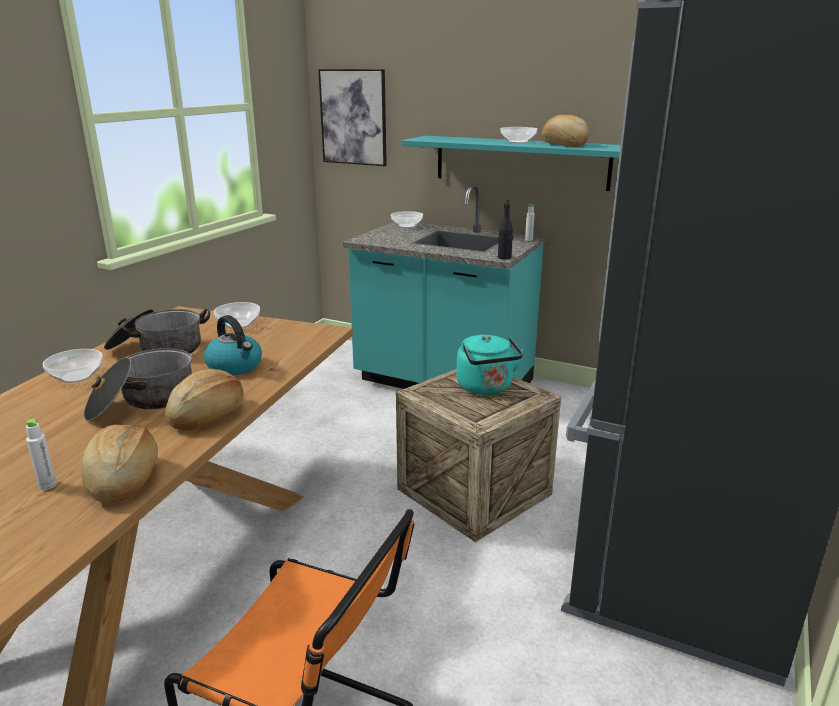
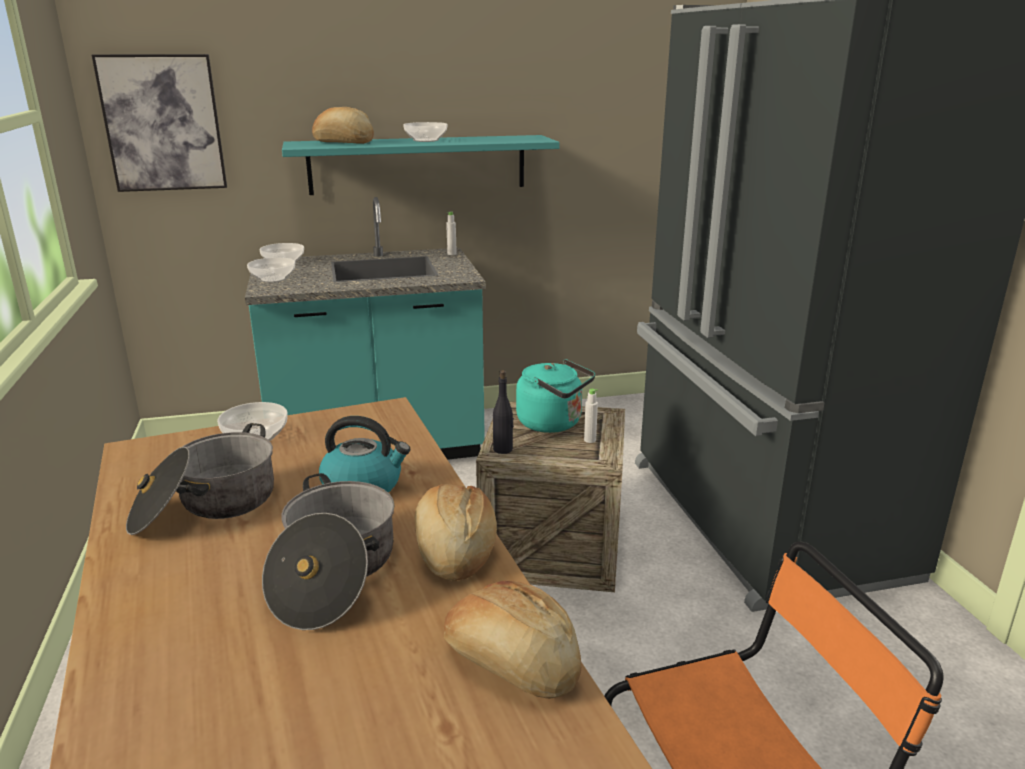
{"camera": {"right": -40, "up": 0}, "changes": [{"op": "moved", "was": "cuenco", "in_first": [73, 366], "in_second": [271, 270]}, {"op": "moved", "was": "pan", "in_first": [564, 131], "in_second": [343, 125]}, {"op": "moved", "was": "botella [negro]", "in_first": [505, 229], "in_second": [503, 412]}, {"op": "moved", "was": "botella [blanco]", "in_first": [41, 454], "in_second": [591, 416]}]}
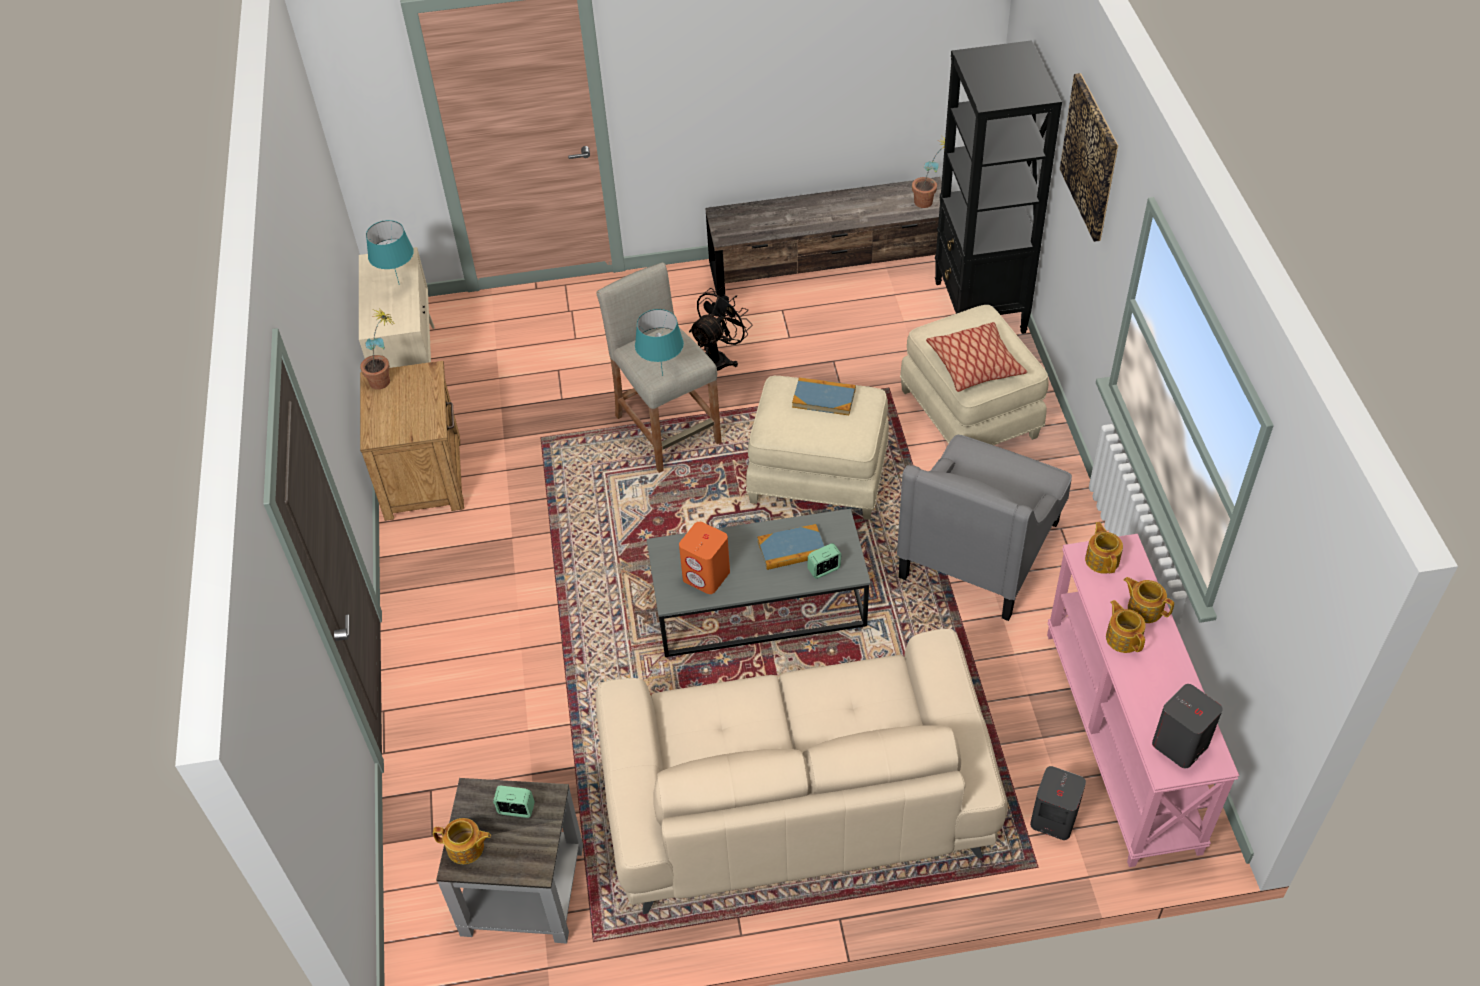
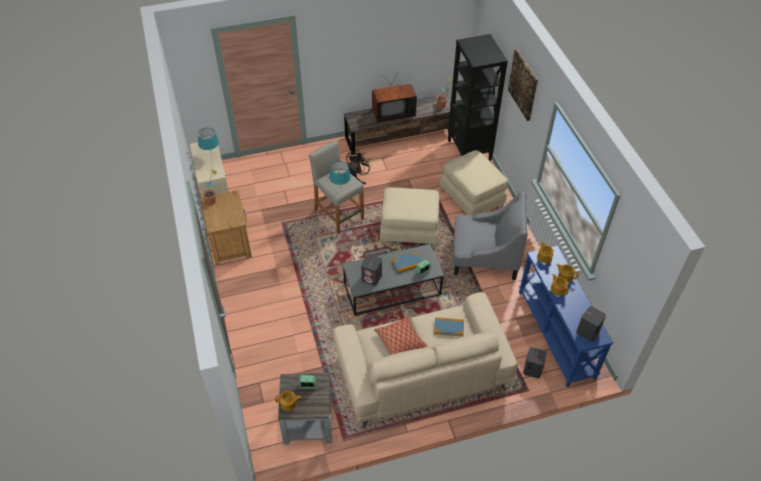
{"camera": {"right": -10, "up": 0}, "changes": [{"op": "recoloured", "was": "altavoz [naranja]", "now": "altavoz [gris]", "in_first": [704, 558], "in_second": [371, 270]}, {"op": "added", "now": "televisor", "in_second": [394, 98]}, {"op": "moved", "was": "cojín", "in_first": [976, 357], "in_second": [400, 335]}, {"op": "moved", "was": "libro", "in_first": [824, 396], "in_second": [449, 326]}, {"op": "turned", "was": "sillón [gris]", "in_first": [984, 528], "in_second": [490, 235], "clockwise": -105}, {"op": "recoloured", "was": "mesa consola [rosa]", "now": "mesa consola [azul]", "in_first": [1143, 700], "in_second": [566, 316]}]}
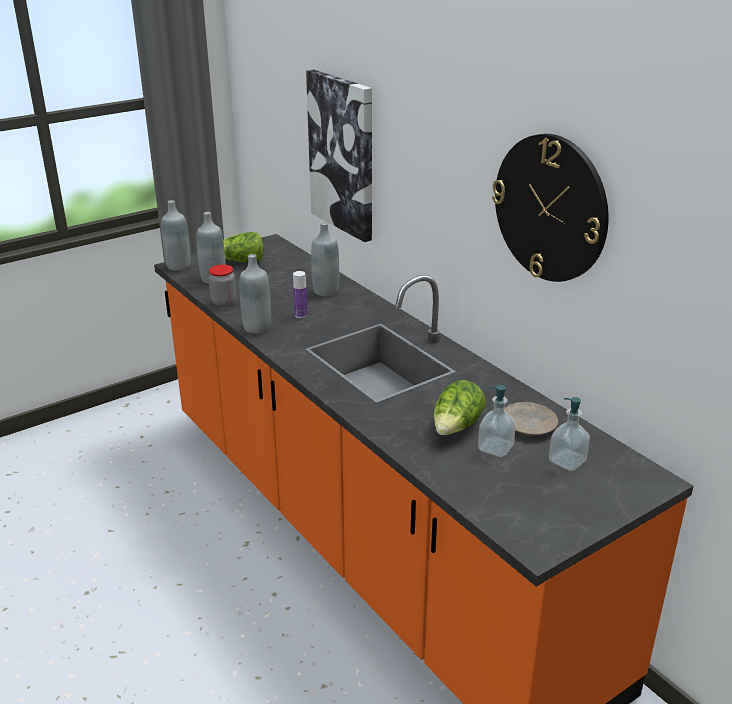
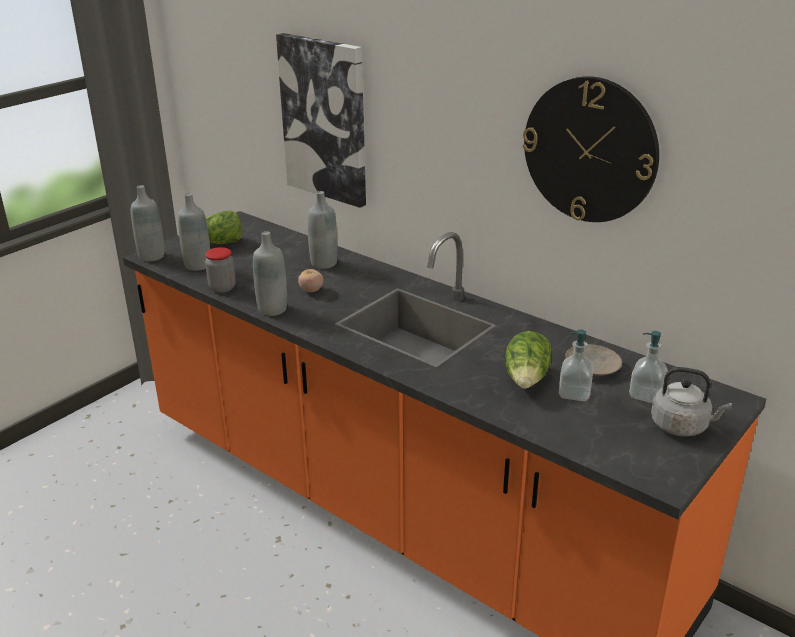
{"camera": {"right": -15, "up": 0}, "changes": [{"op": "replaced", "was": "botella", "now": "tomate", "in_first": [300, 294], "in_second": [311, 280]}, {"op": "added", "now": "hervidor [gris]", "in_second": [691, 402]}]}
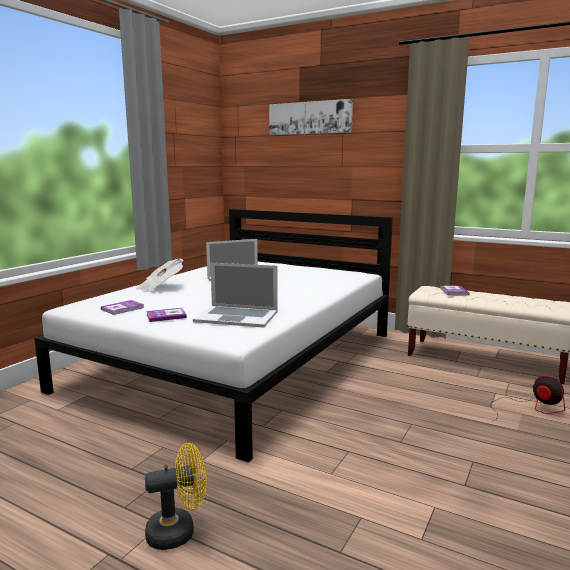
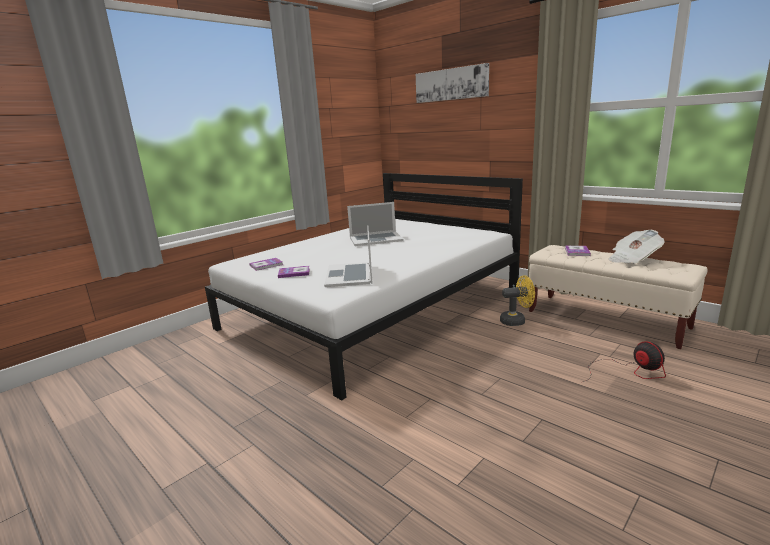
{"camera": {"right": 15, "up": 5}, "changes": [{"op": "turned", "was": "portátil", "in_first": [235, 295], "in_second": [348, 256], "clockwise": 60}, {"op": "moved", "was": "ventilador [amarillo]", "in_first": [176, 496], "in_second": [517, 300]}, {"op": "moved", "was": "periódico", "in_first": [160, 274], "in_second": [636, 247]}]}
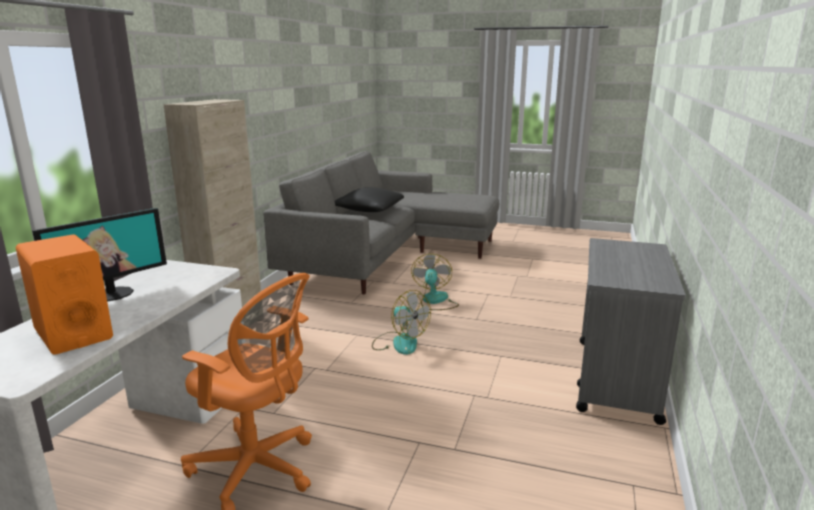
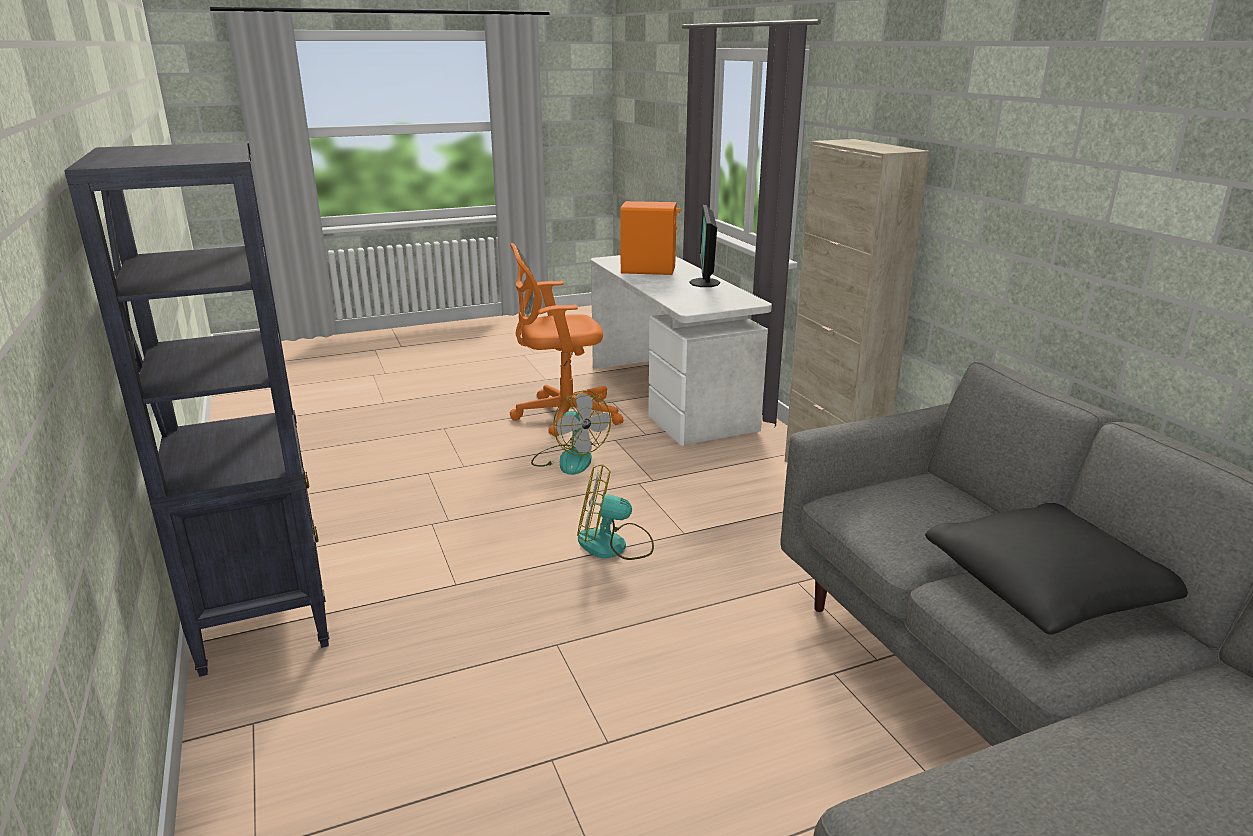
{"camera": {"right": 140, "up": 5}, "changes": [{"op": "replaced", "was": "carrito [gris]", "now": "estantería [negro]", "in_first": [631, 331], "in_second": [196, 409]}, {"op": "moved", "was": "ventilador", "in_first": [435, 282], "in_second": [571, 432]}]}
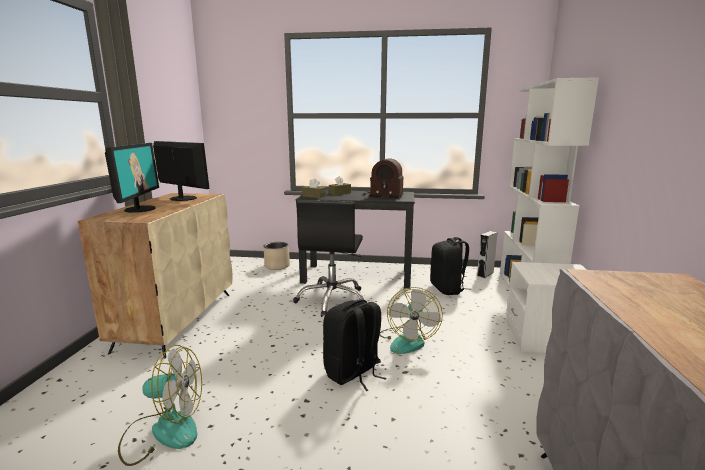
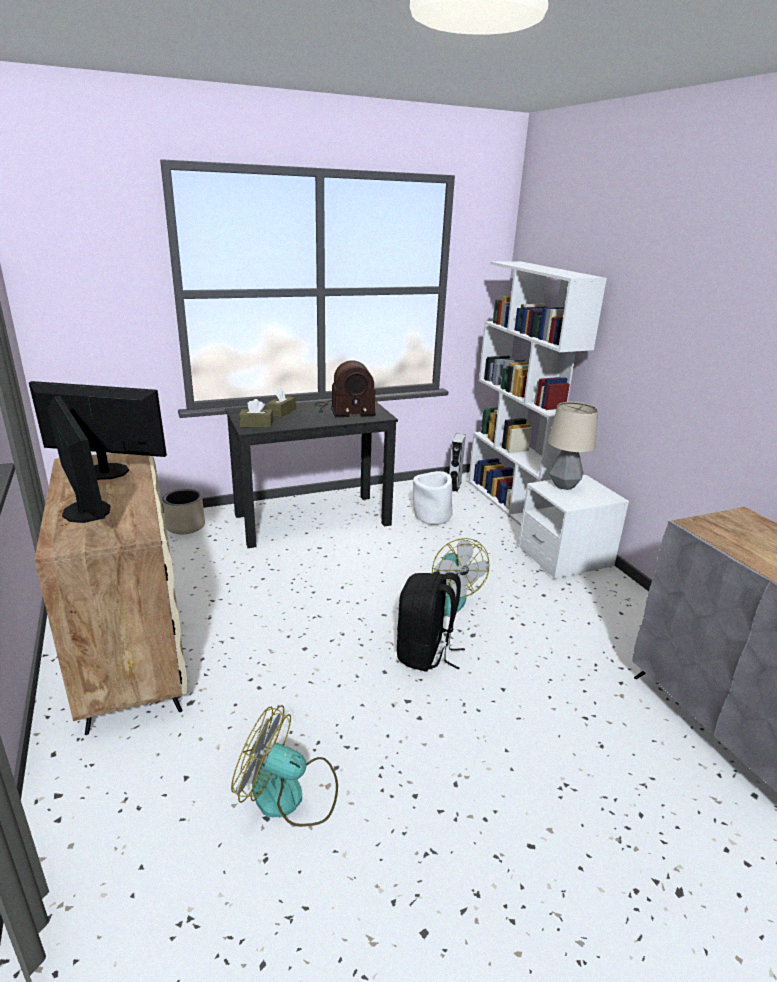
{"camera": {"right": -30, "up": 10}, "changes": [{"op": "turned", "was": "ventilador", "in_first": [160, 405], "in_second": [284, 766], "clockwise": -135}, {"op": "replaced", "was": "mochila [negro]", "now": "maceta [blanco]", "in_first": [451, 266], "in_second": [432, 498]}, {"op": "added", "now": "lámpara de mesa", "in_second": [573, 446]}, {"op": "removed", "was": "silla de oficina [negro]", "in_first": [328, 258]}]}
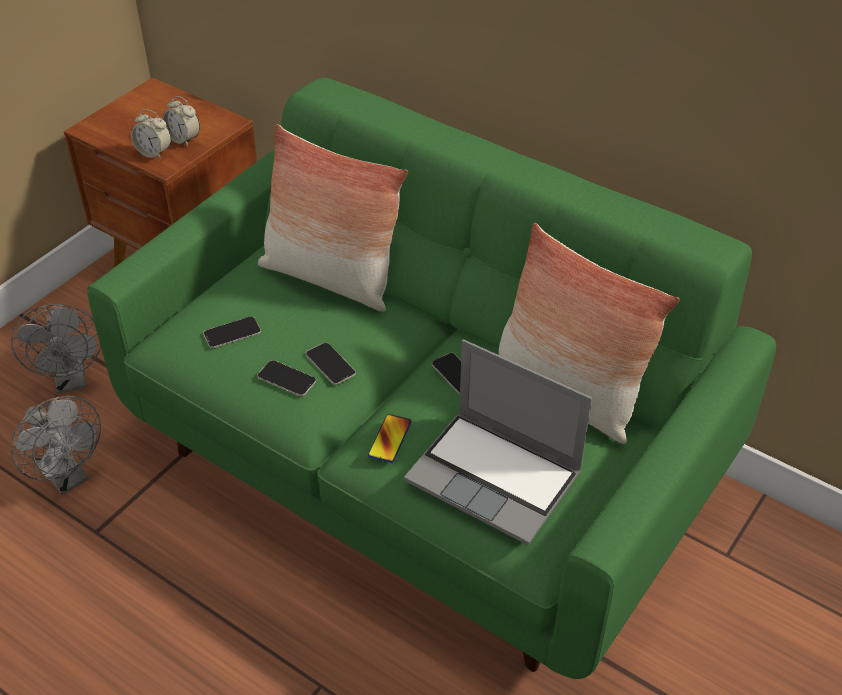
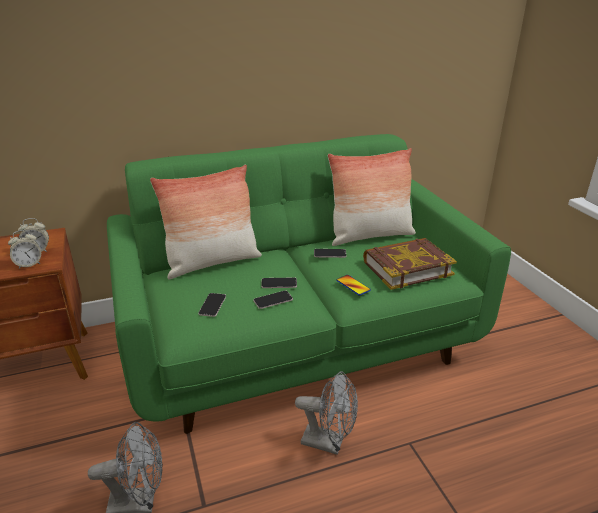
{"camera": {"right": -55, "up": -15}, "changes": [{"op": "moved", "was": "ventilador [gris]", "in_first": [56, 348], "in_second": [326, 413]}, {"op": "replaced", "was": "portátil", "now": "libro", "in_first": [498, 442], "in_second": [410, 264]}]}
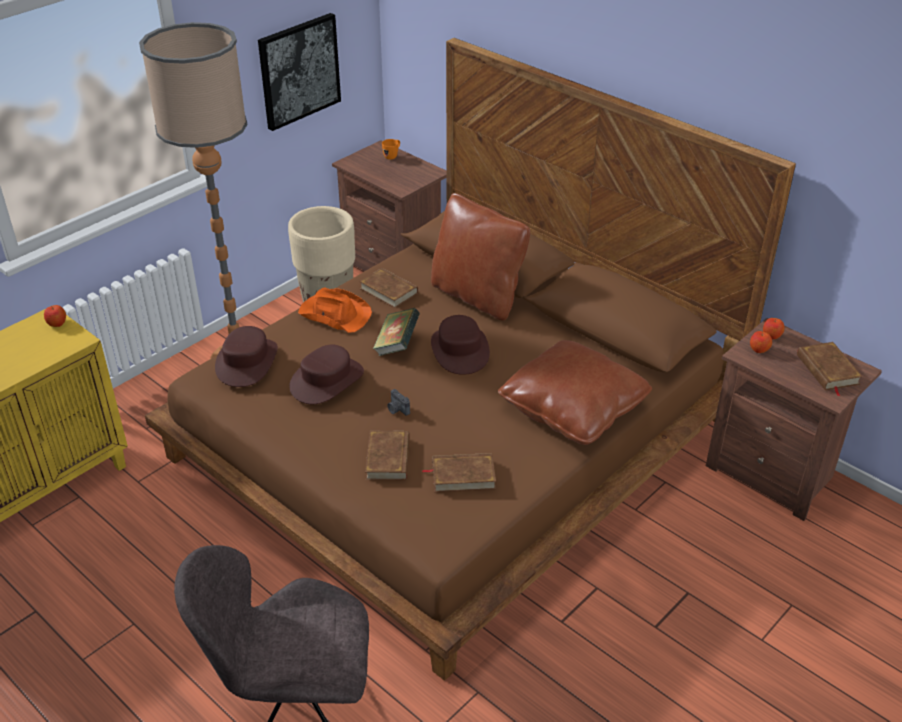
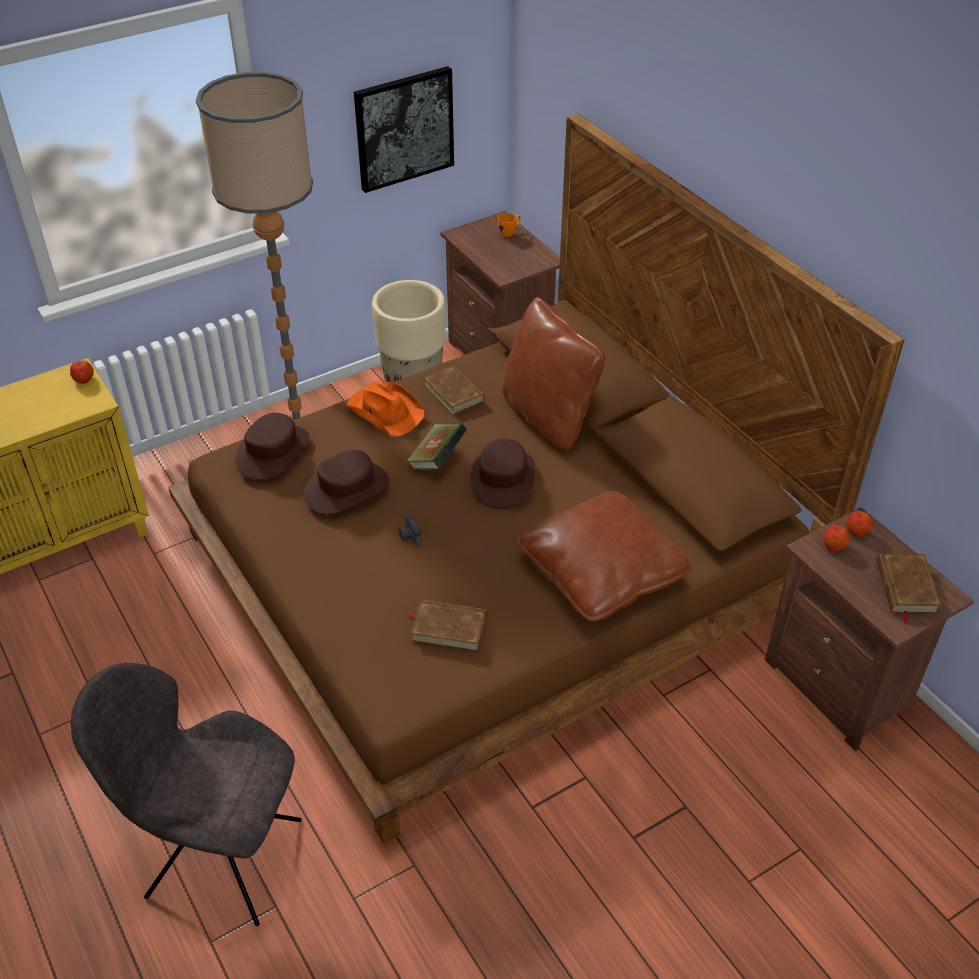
{"camera": {"right": 15, "up": 5}, "changes": [{"op": "removed", "was": "libro [marrón]", "in_first": [387, 455]}]}
